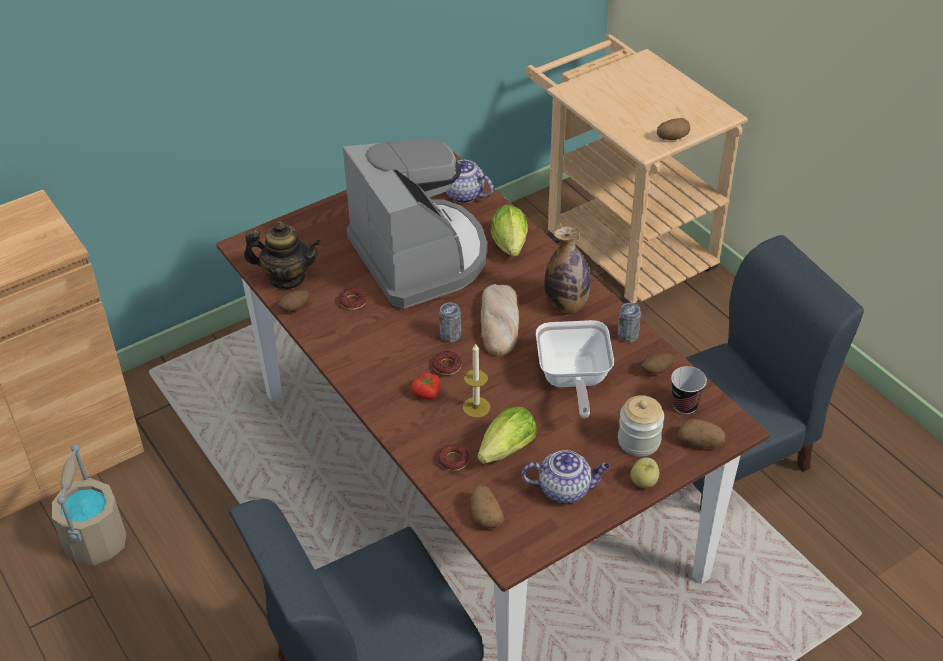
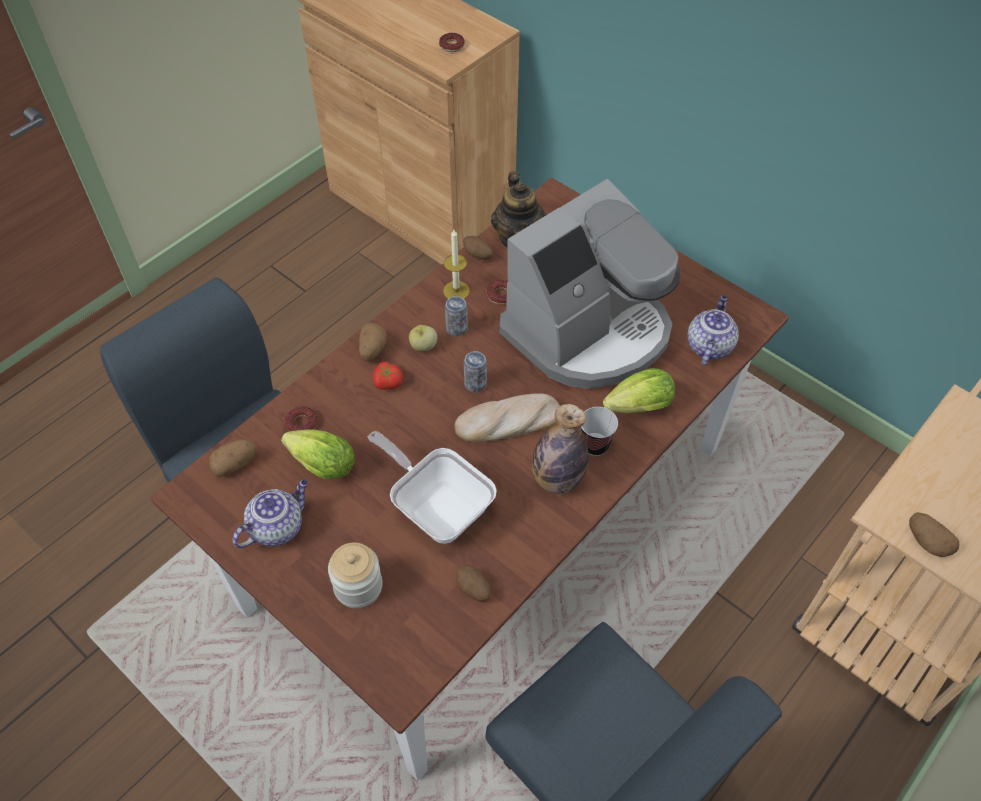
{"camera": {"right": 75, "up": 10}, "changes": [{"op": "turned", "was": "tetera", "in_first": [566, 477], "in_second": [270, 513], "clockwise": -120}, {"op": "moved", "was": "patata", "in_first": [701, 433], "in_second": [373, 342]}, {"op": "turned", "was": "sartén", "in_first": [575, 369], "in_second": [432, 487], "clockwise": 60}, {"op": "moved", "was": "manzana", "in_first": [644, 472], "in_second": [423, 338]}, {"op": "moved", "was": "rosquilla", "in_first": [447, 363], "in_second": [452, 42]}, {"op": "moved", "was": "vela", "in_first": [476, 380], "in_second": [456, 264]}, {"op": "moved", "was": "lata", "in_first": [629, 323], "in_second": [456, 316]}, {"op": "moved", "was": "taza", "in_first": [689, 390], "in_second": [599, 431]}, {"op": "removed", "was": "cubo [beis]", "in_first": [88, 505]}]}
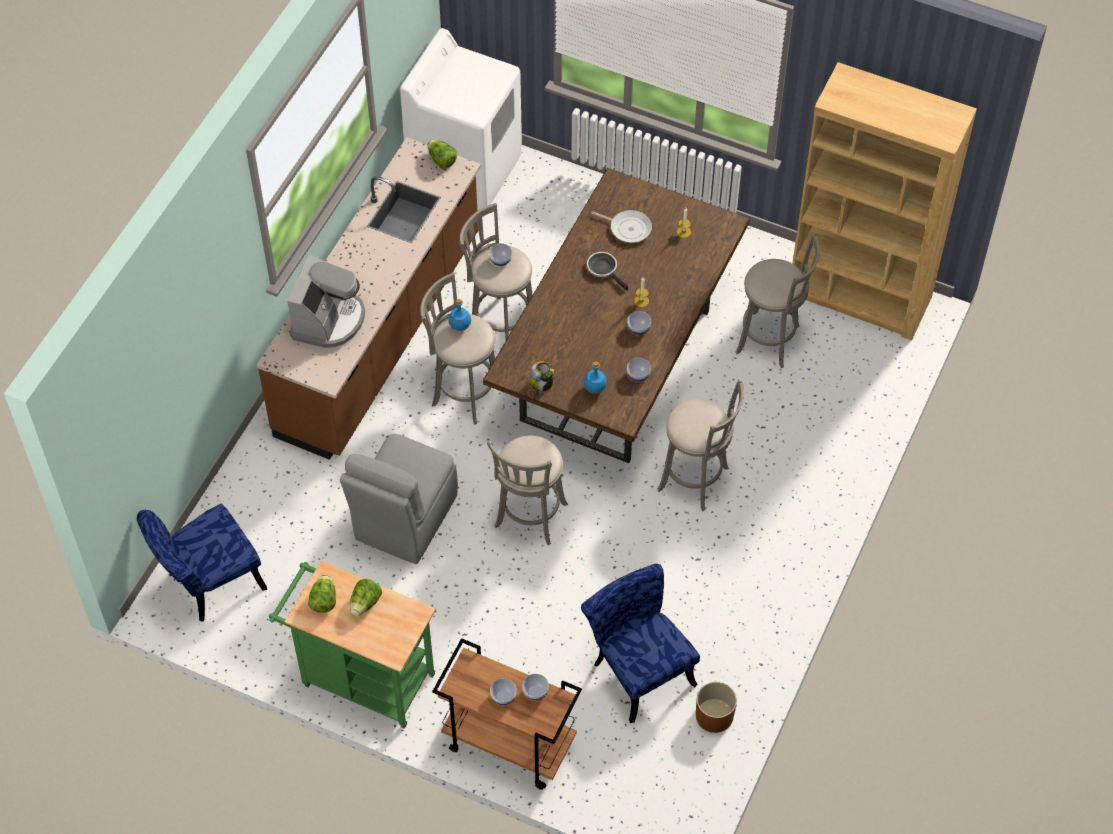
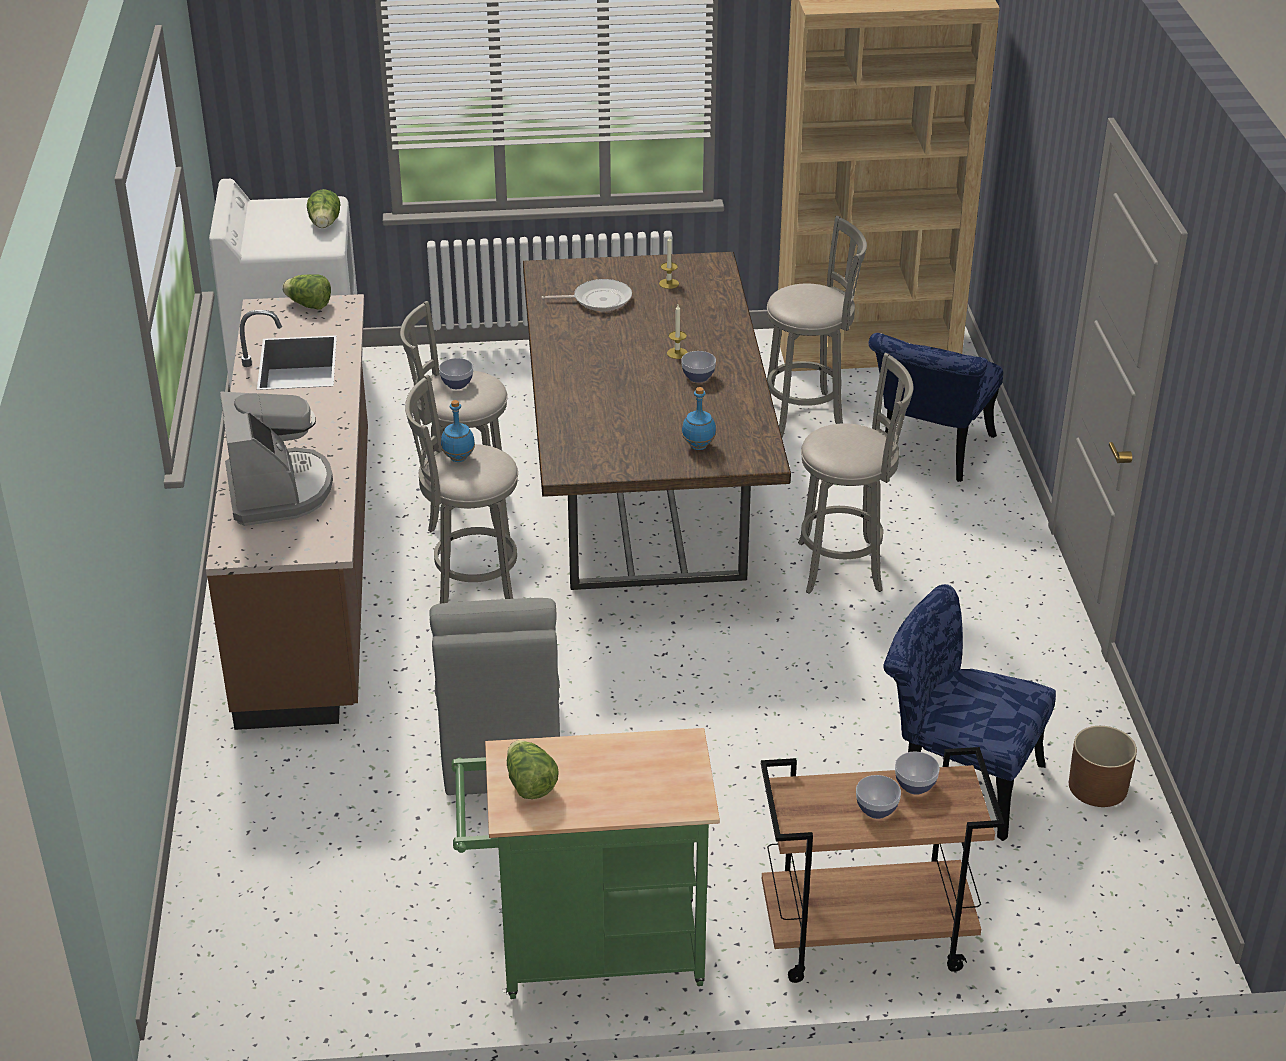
{"camera": {"right": -30, "up": -20}, "changes": [{"op": "moved", "was": "lechuga", "in_first": [366, 597], "in_second": [324, 208]}, {"op": "moved", "was": "silla [azul]", "in_first": [202, 563], "in_second": [936, 407]}, {"op": "removed", "was": "taburete [gris]", "in_first": [527, 490]}, {"op": "removed", "was": "tarro", "in_first": [542, 376]}, {"op": "removed", "was": "sartén", "in_first": [607, 271]}, {"op": "removed", "was": "cuenco", "in_first": [639, 370]}]}
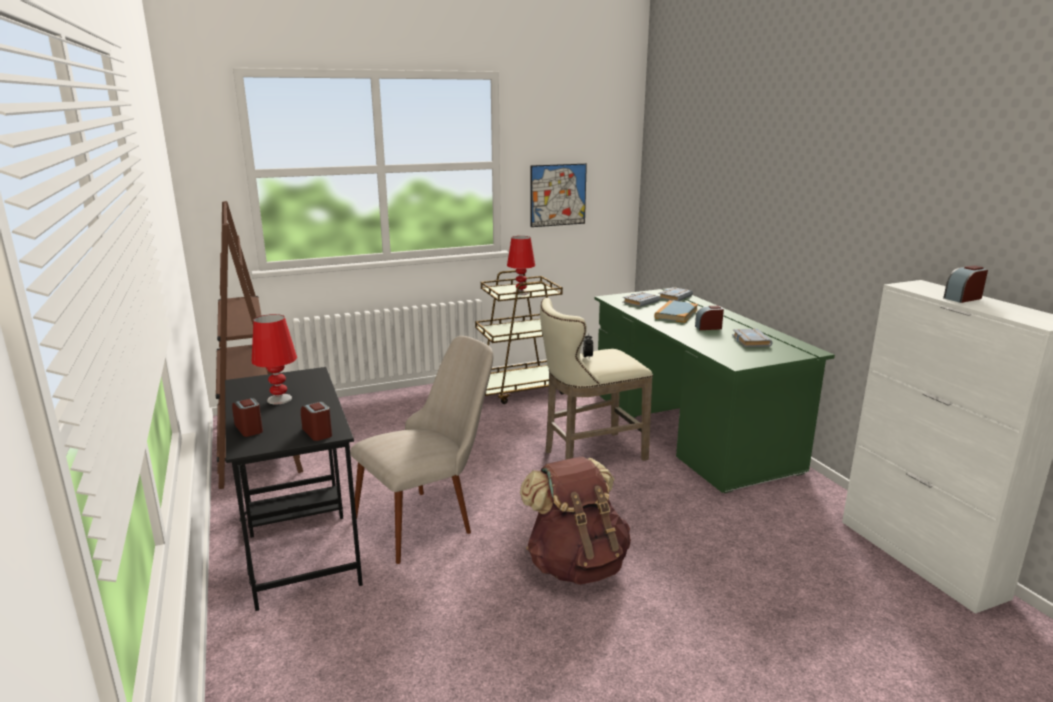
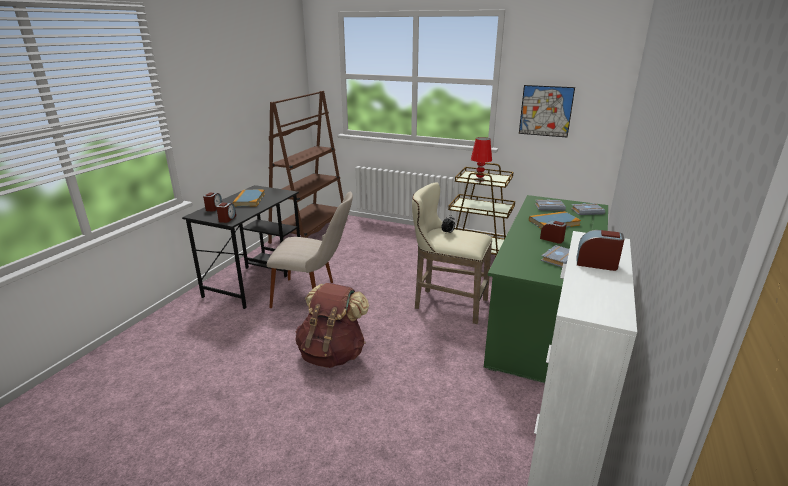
{"camera": {"right": 45, "up": 5}, "changes": [{"op": "replaced", "was": "lámpara de mesa [rojo]", "now": "libro", "in_first": [274, 359], "in_second": [249, 198]}]}
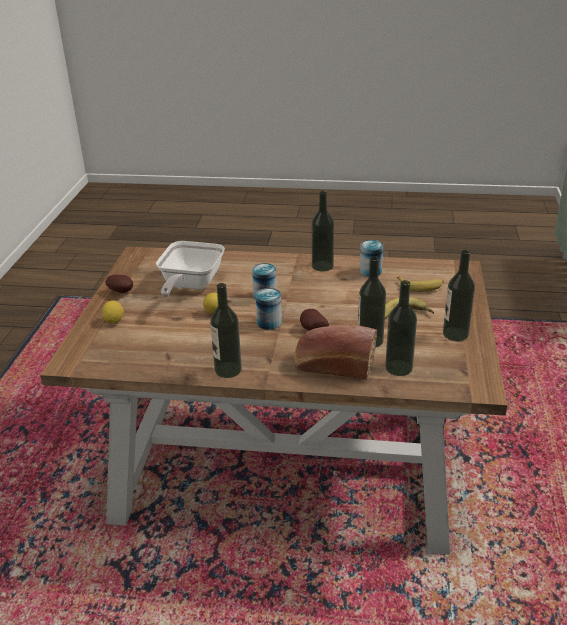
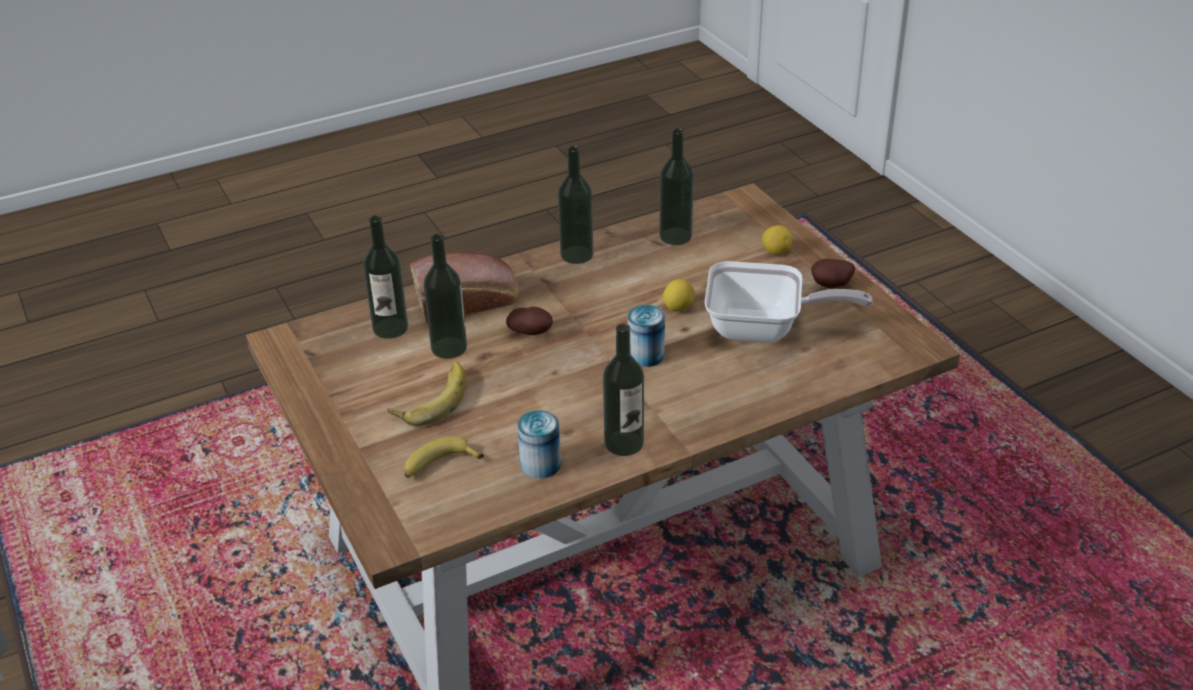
{"camera": {"right": 145, "up": 5}, "changes": [{"op": "moved", "was": "botella", "in_first": [459, 295], "in_second": [676, 186]}, {"op": "turned", "was": "sartén", "in_first": [190, 269], "in_second": [788, 302], "clockwise": 120}, {"op": "removed", "was": "lata", "in_first": [269, 309]}]}
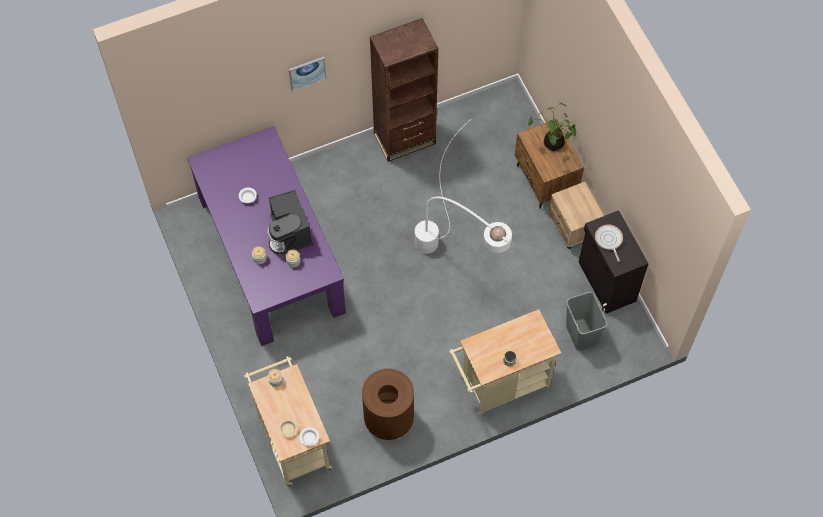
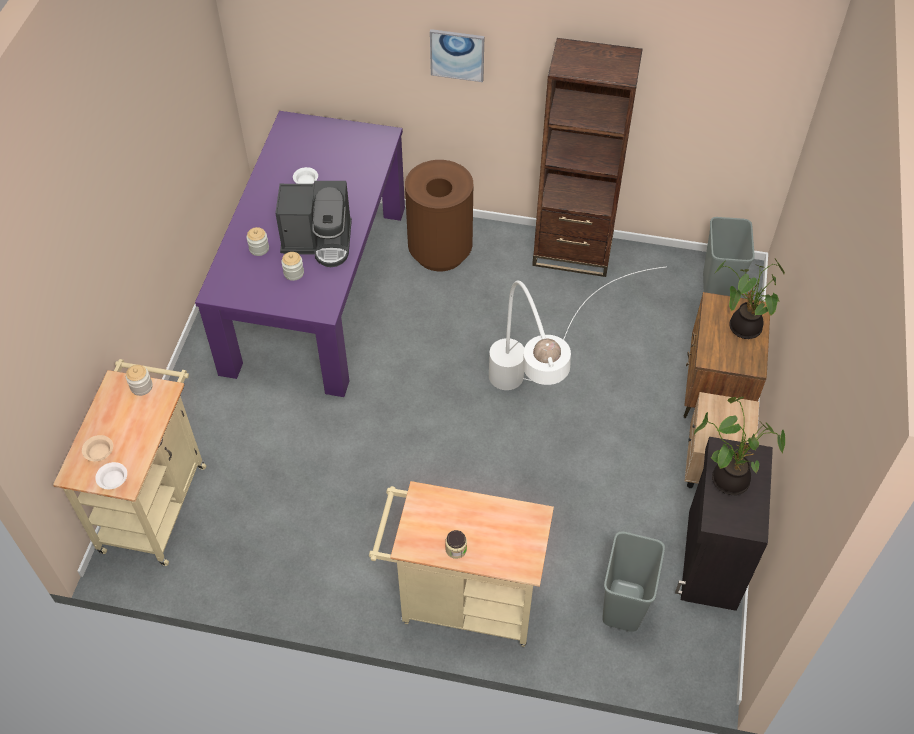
{"camera": {"right": 35, "up": -10}, "changes": [{"op": "turned", "was": "cafetera", "in_first": [290, 222], "in_second": [313, 224], "clockwise": -105}, {"op": "moved", "was": "papelera [marrón]", "in_first": [388, 404], "in_second": [439, 215]}, {"op": "replaced", "was": "sartén", "now": "planta en maceta", "in_first": [609, 243], "in_second": [739, 446]}, {"op": "added", "now": "papelera [gris]", "in_second": [729, 256]}]}
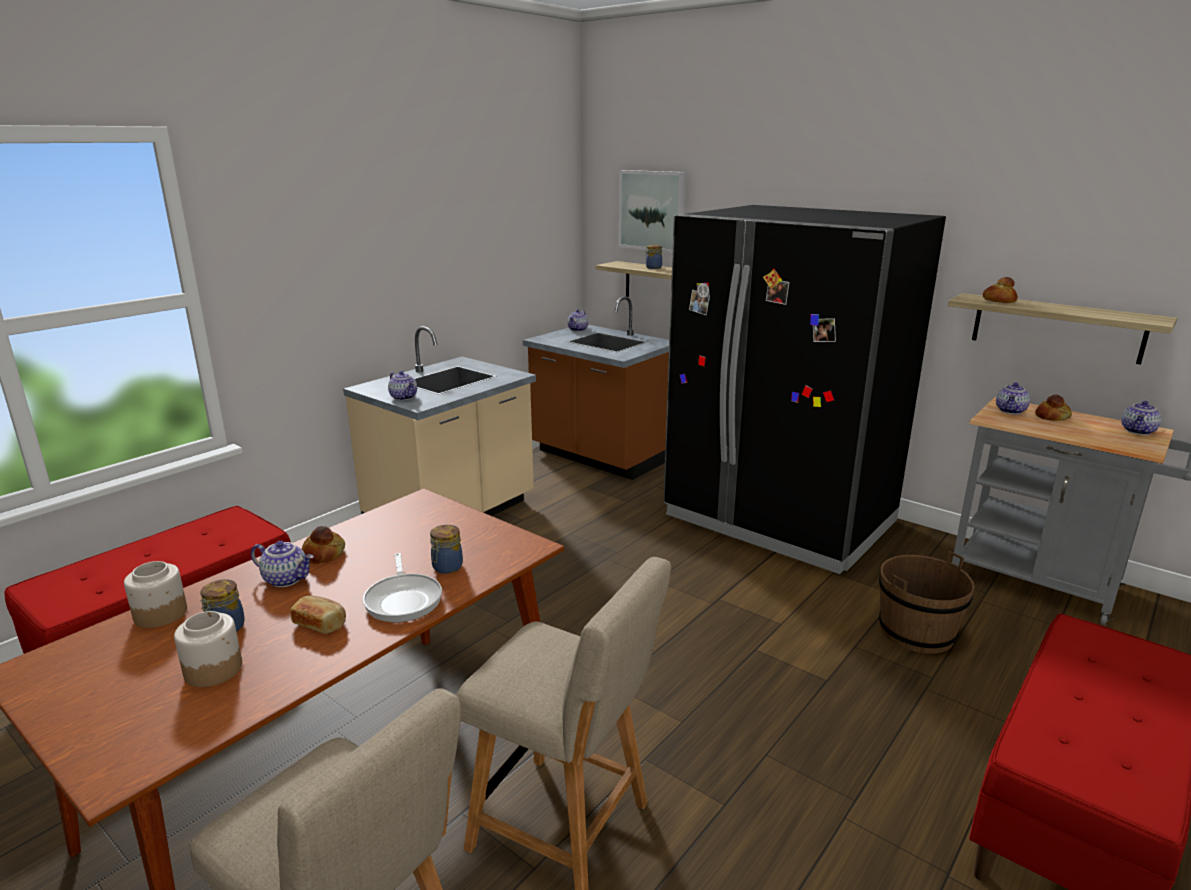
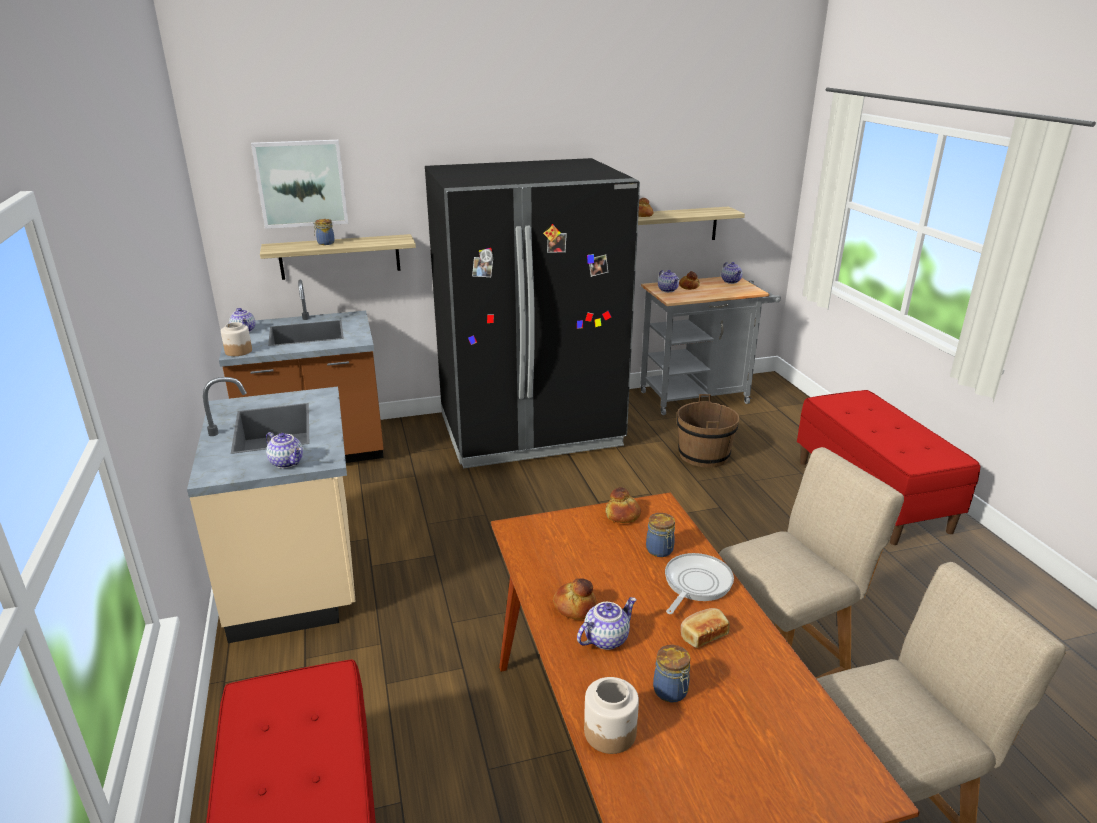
{"camera": {"right": -55, "up": 5}, "changes": [{"op": "moved", "was": "tarro", "in_first": [208, 649], "in_second": [236, 339]}, {"op": "turned", "was": "tetera", "in_first": [402, 386], "in_second": [284, 450], "clockwise": 45}, {"op": "added", "now": "pan", "in_second": [623, 505]}, {"op": "turned", "was": "sartén", "in_first": [402, 587], "in_second": [699, 583], "clockwise": -75}]}
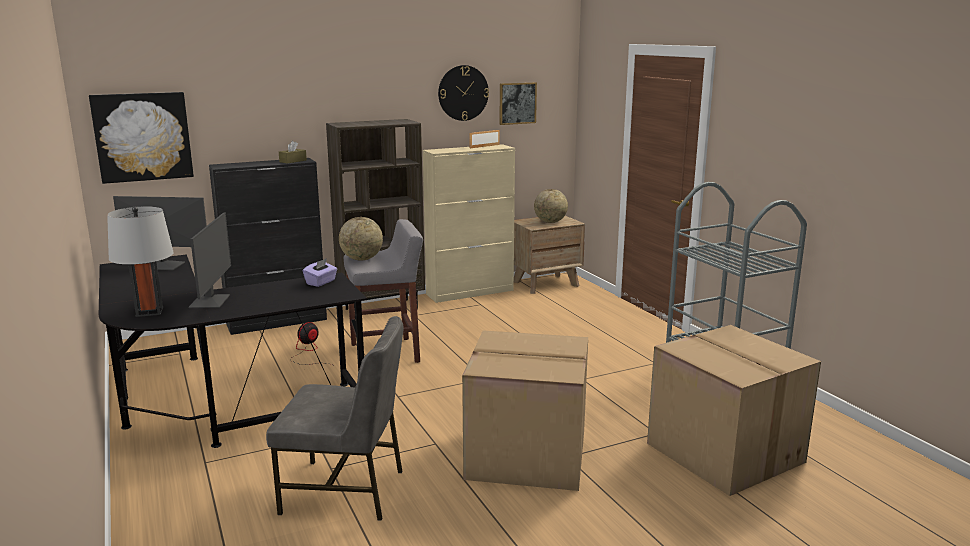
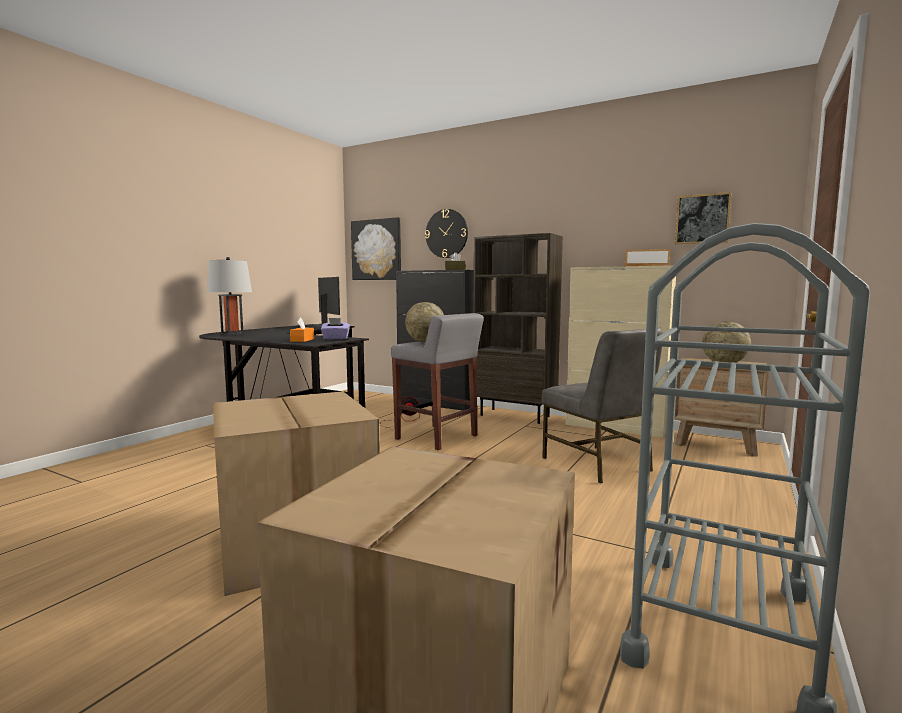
{"camera": {"right": 55, "up": -10}, "changes": [{"op": "added", "now": "caja de pañuelos [naranja]", "in_second": [302, 329]}, {"op": "moved", "was": "reloj de pared", "in_first": [463, 93], "in_second": [446, 233]}, {"op": "moved", "was": "silla [gris]", "in_first": [334, 418], "in_second": [602, 405]}, {"op": "removed", "was": "monitor", "in_first": [209, 260]}]}
